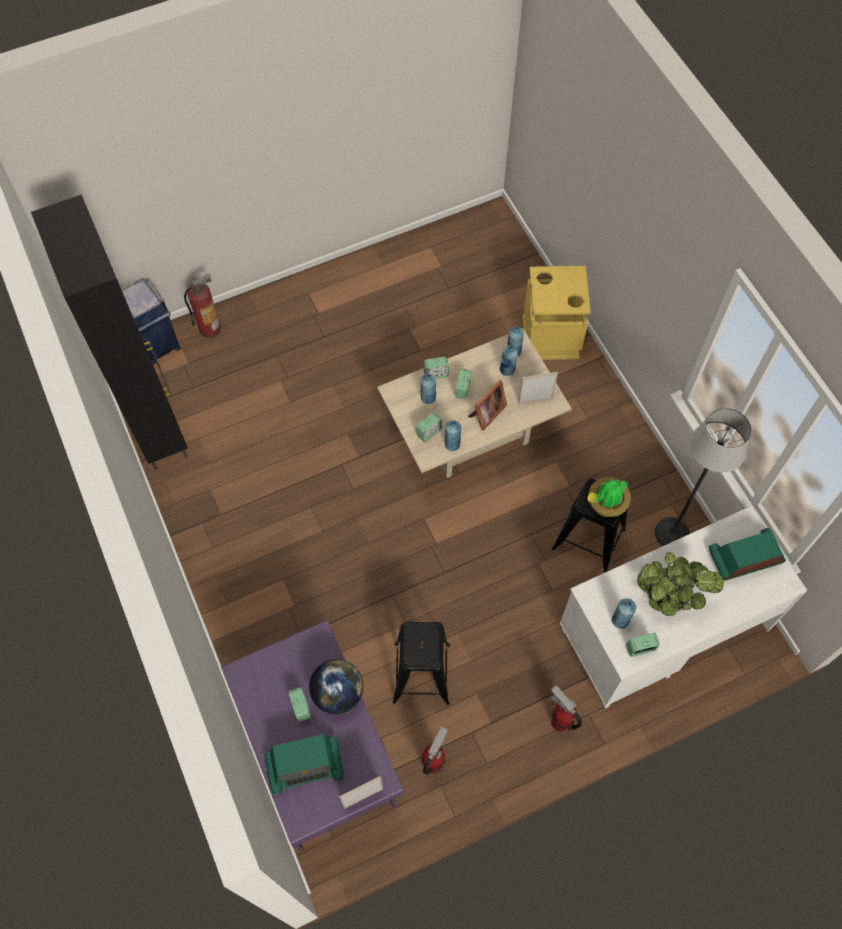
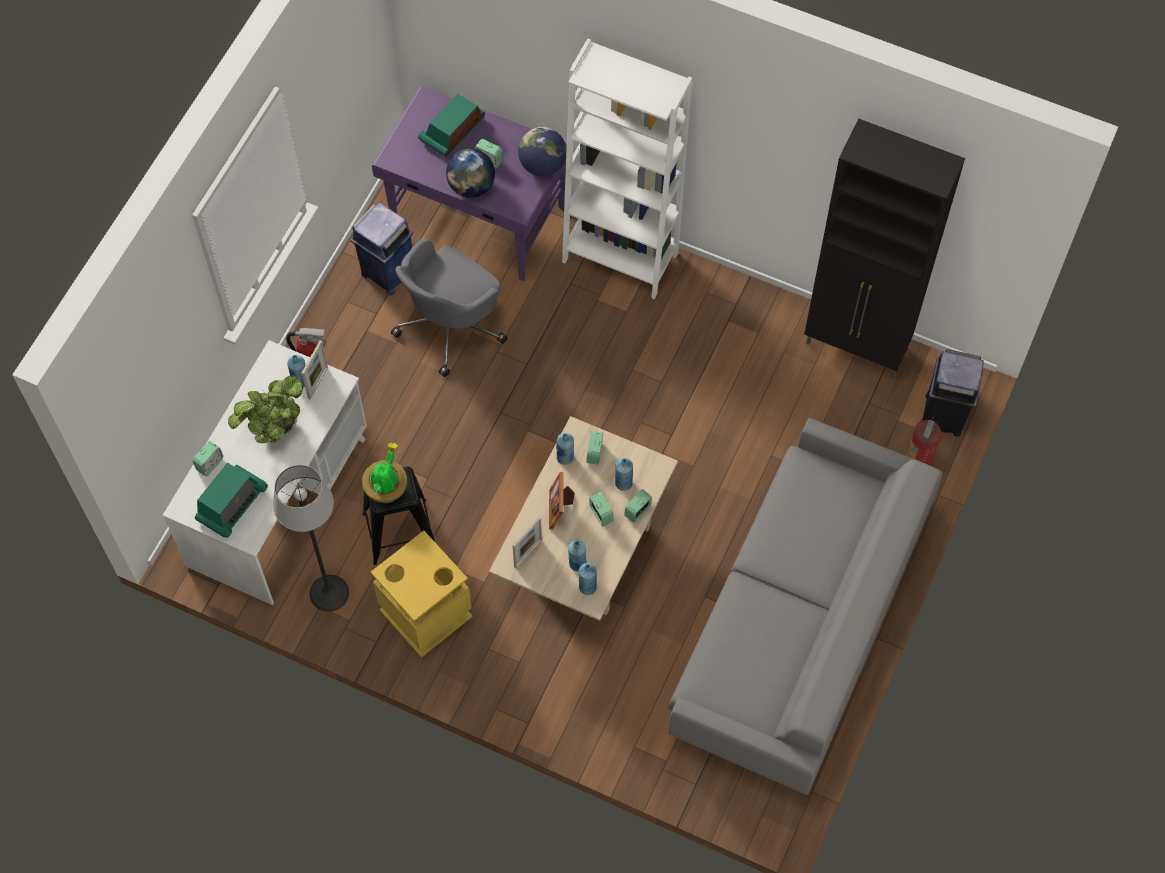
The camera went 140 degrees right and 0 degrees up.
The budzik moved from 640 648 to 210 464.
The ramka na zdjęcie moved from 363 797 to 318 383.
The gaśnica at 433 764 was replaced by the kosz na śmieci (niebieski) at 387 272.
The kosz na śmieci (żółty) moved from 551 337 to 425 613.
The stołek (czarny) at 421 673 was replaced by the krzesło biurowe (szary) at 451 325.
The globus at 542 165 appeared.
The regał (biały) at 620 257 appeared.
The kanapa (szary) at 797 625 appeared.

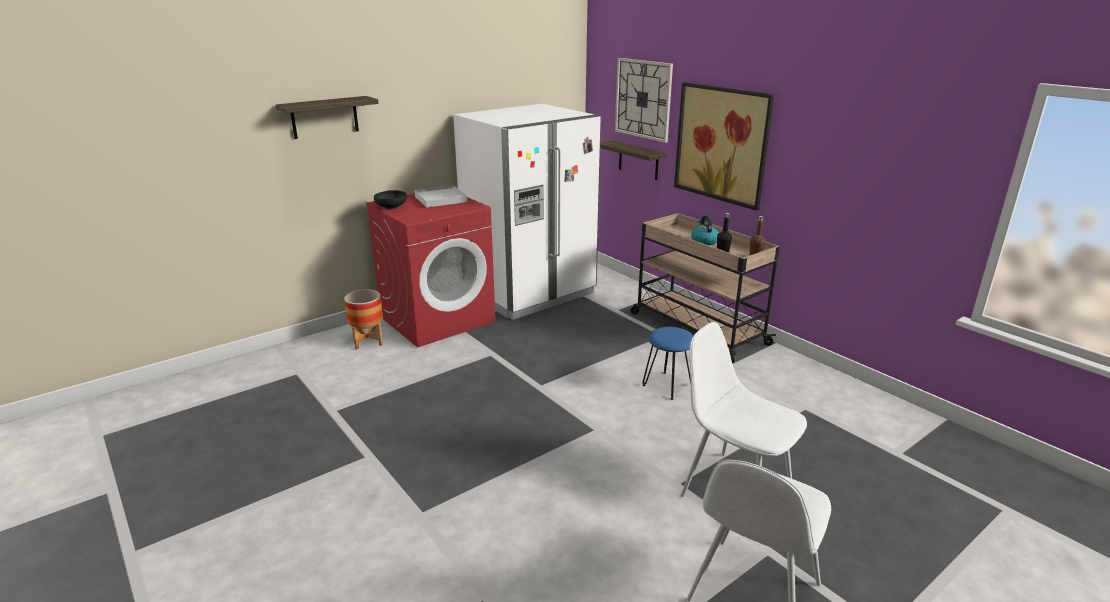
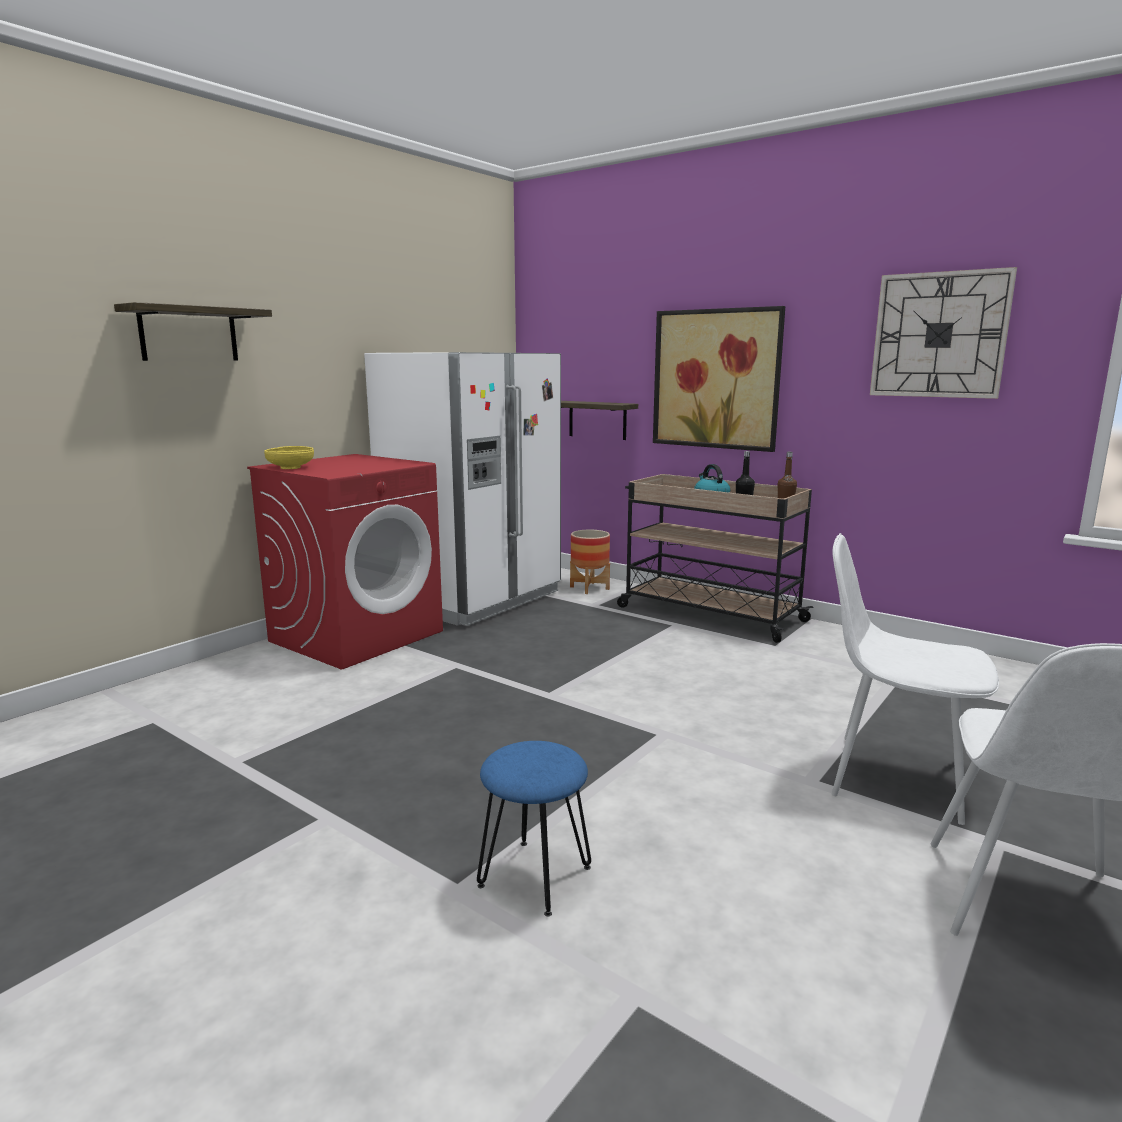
The camera went 15 degrees left and 10 degrees down.
The miska (czarny) at 391 207 became the miska (żółty) at 291 468.
The stołek (niebieski) moved from 667 385 to 534 876.
The donica moved from 368 341 to 589 588.
The zegar ścienny moved from 643 99 to 939 335.
The taca (biały) at 440 199 disappeared.

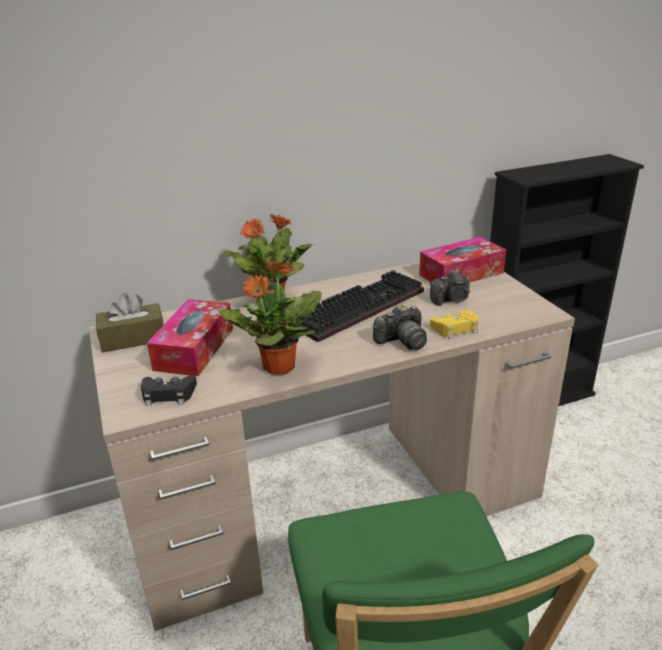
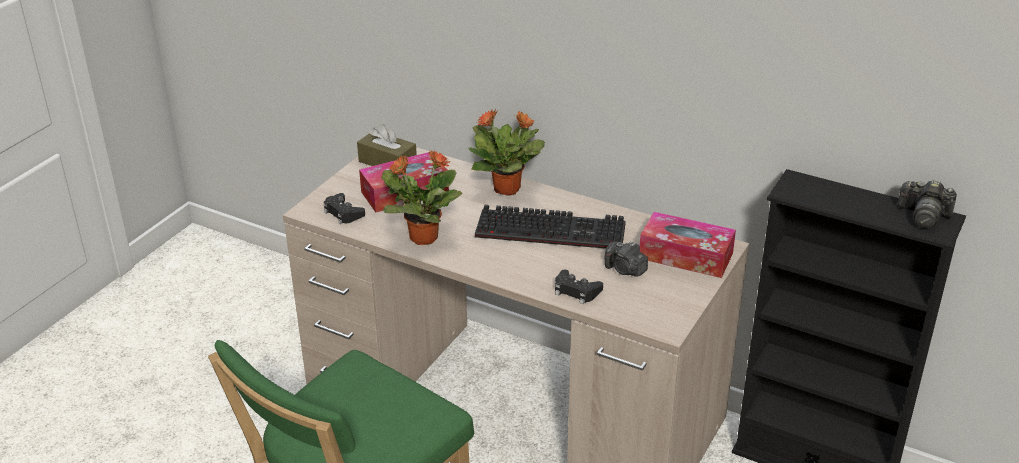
The camera went 50 degrees right and 5 degrees up.
The pad do gier (żółty) at 455 328 became the pad do gier (czarny) at 576 291.
The aparat fotograficzny moved from 402 341 to 923 216.

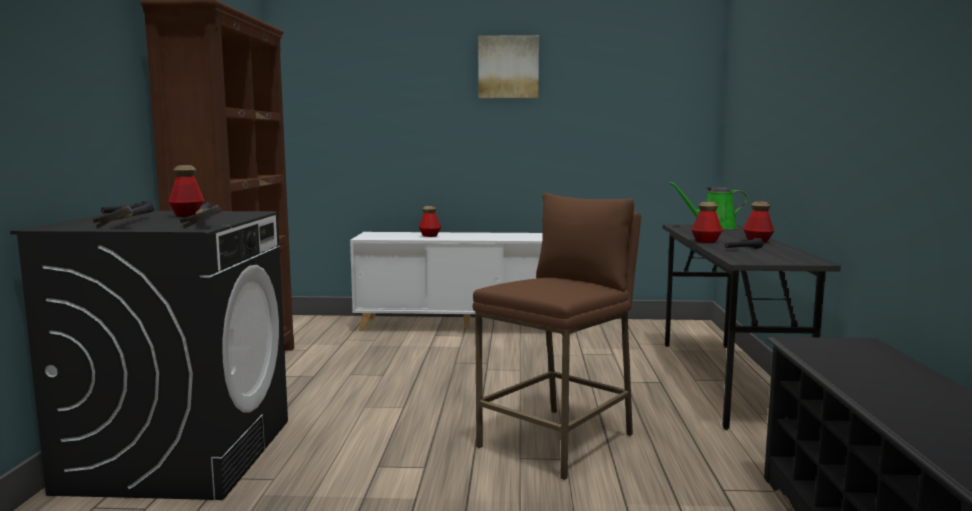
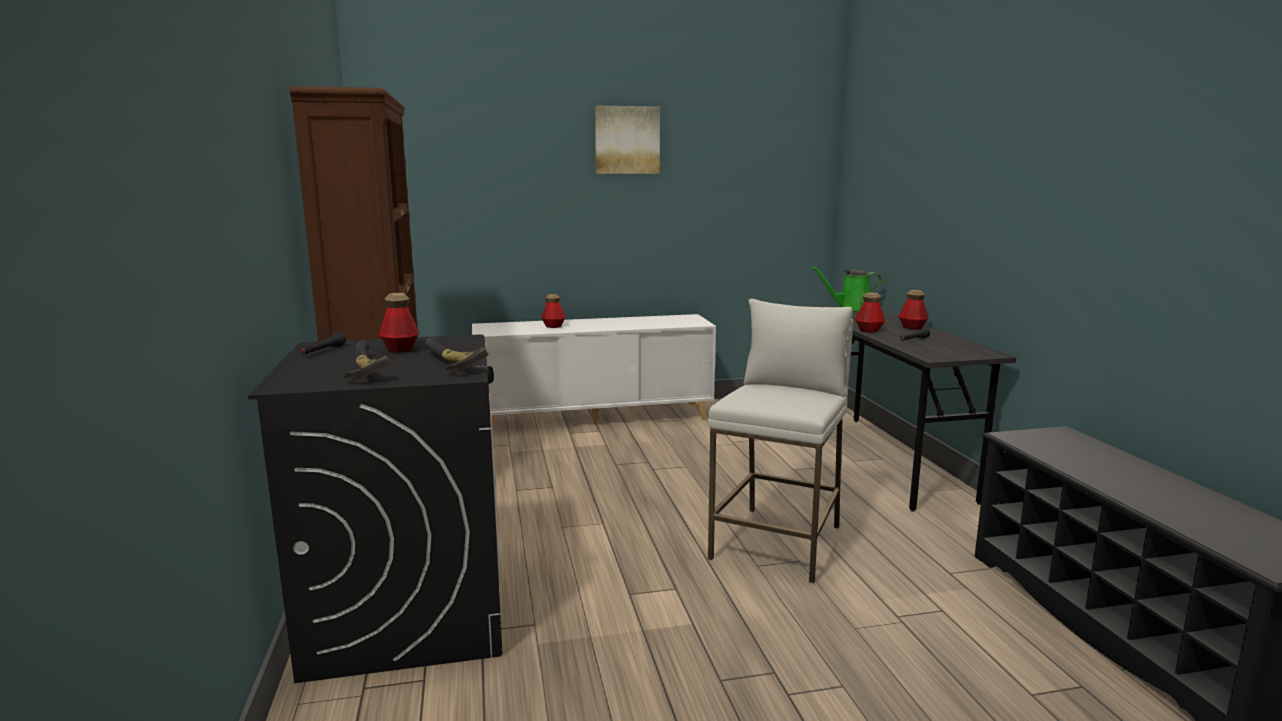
The camera went 15 degrees left and 5 degrees up.
The stołek (brązowy) at 557 441 became the stołek (biały) at 777 542.

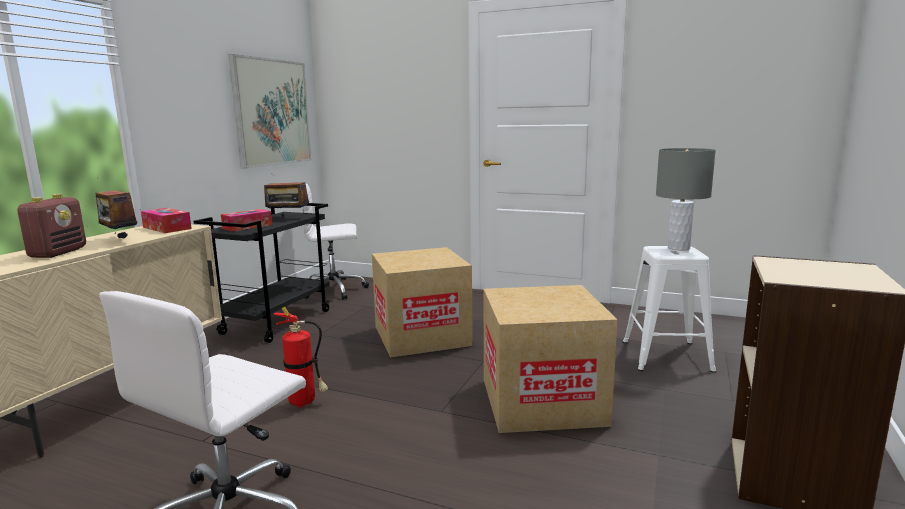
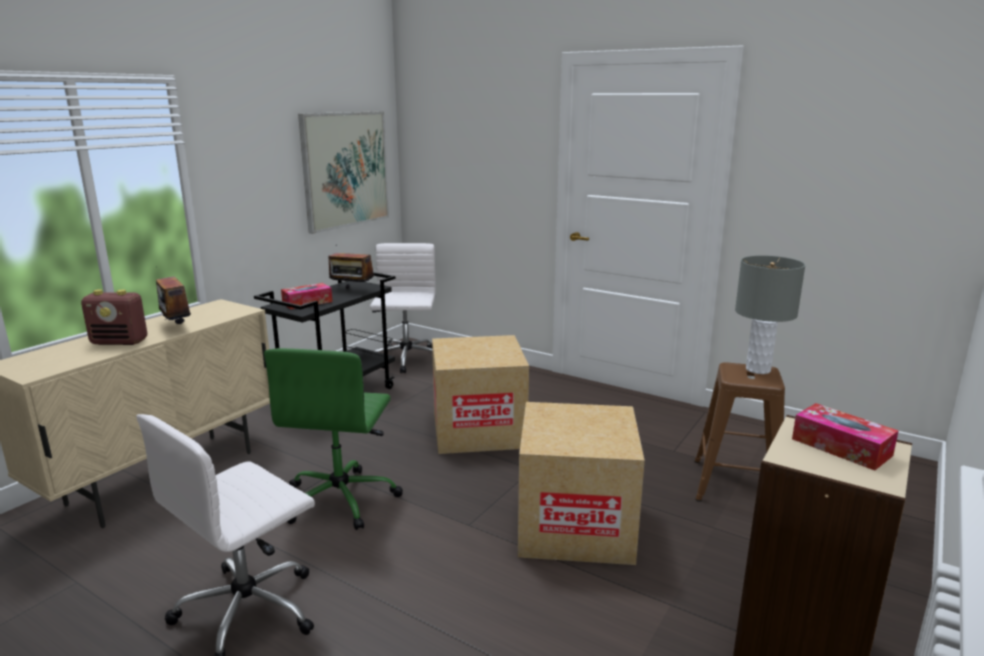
The camera went 10 degrees right and 5 degrees up.
The radio at 58 253 turned 75 degrees clockwise.
The gaśnica at 305 403 was replaced by the krzesło biurowe (zielony) at 341 499.
The krzesło biurowe (biały) at 335 289 turned 90 degrees clockwise.
The stołek (biały) at 665 355 became the stołek (brązowy) at 734 484.
The pudełko chusteczek moved from 167 228 to 841 447.

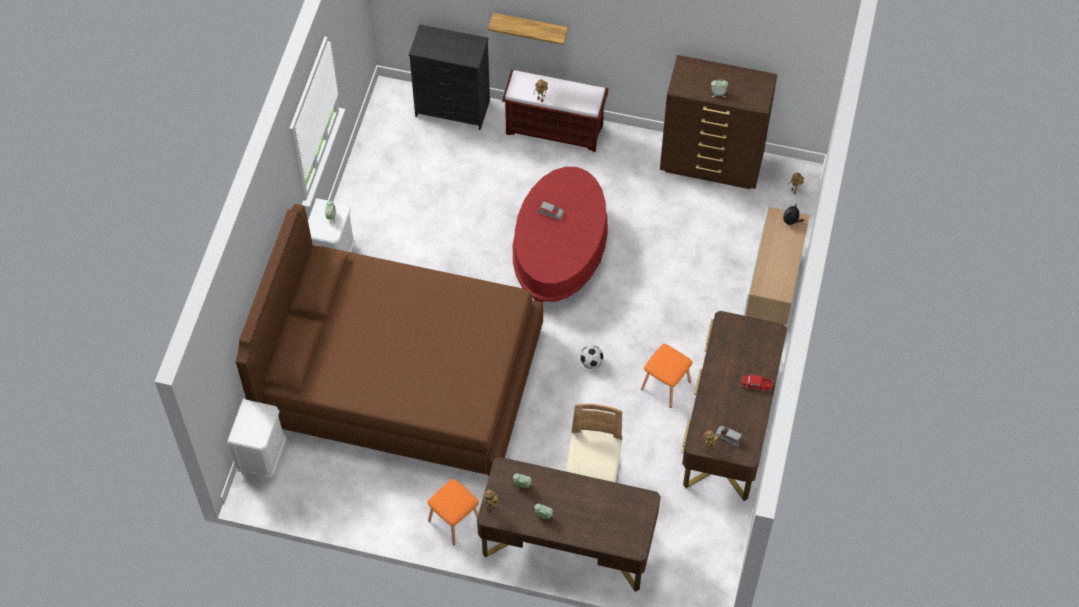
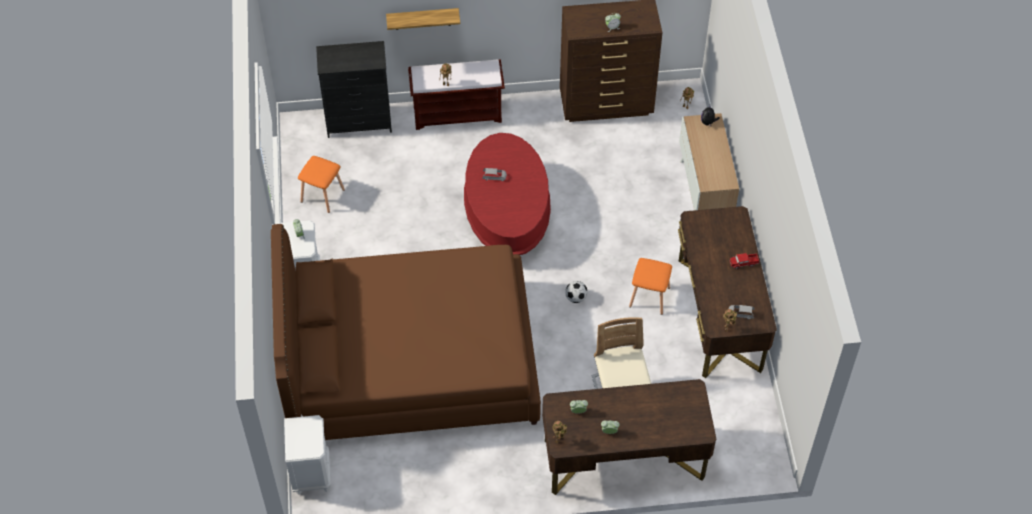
The camera went 20 degrees left and 5 degrees down.
The stołek (pomarańczowy) moved from 454 520 to 322 195.

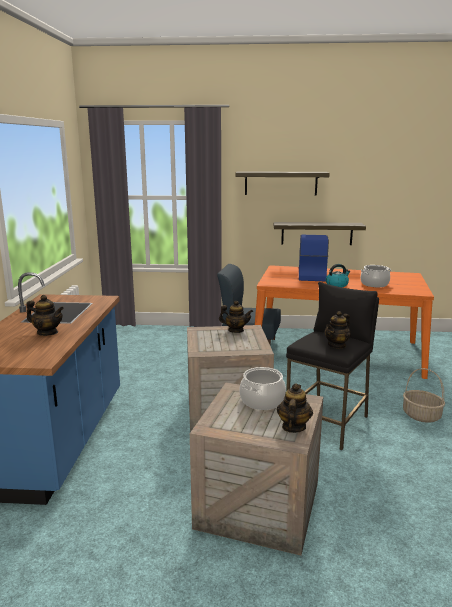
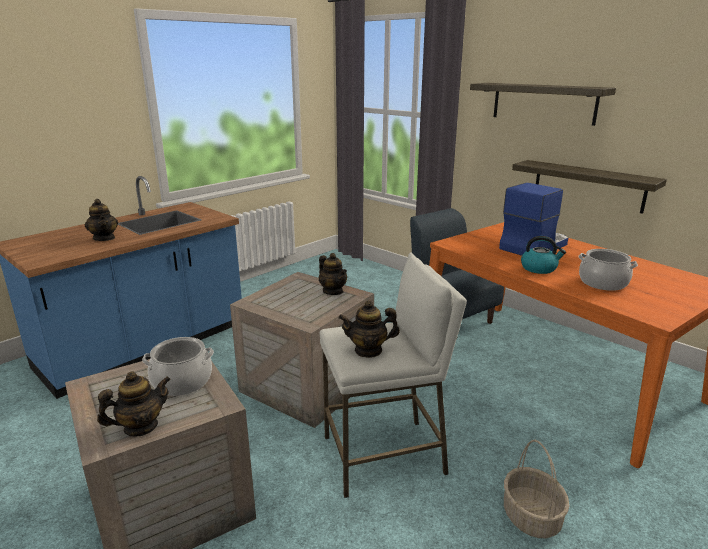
The camera went 40 degrees right and 5 degrees up.
The stołek (czarny) at 328 423 became the stołek (biały) at 384 455.

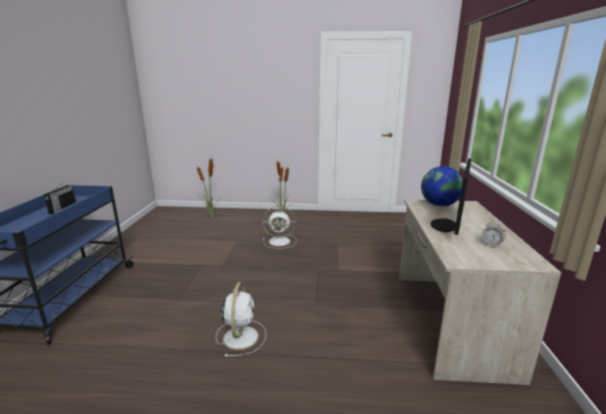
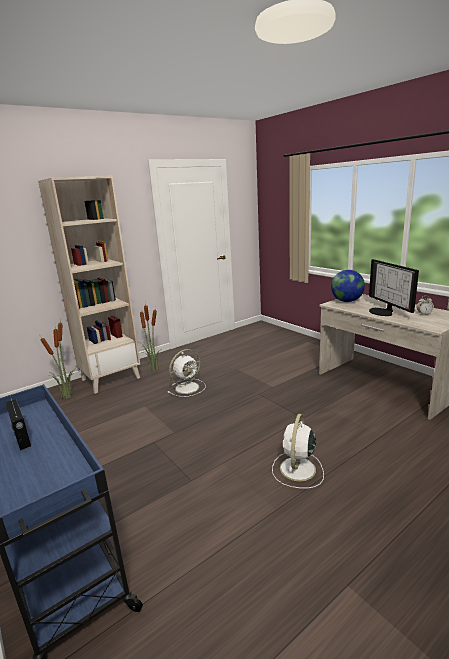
The camera went 40 degrees left and 0 degrees up.
The regał (beżowy) at 111 378 appeared.
The wentylator (biały) at 241 336 turned 120 degrees counterclockwise.

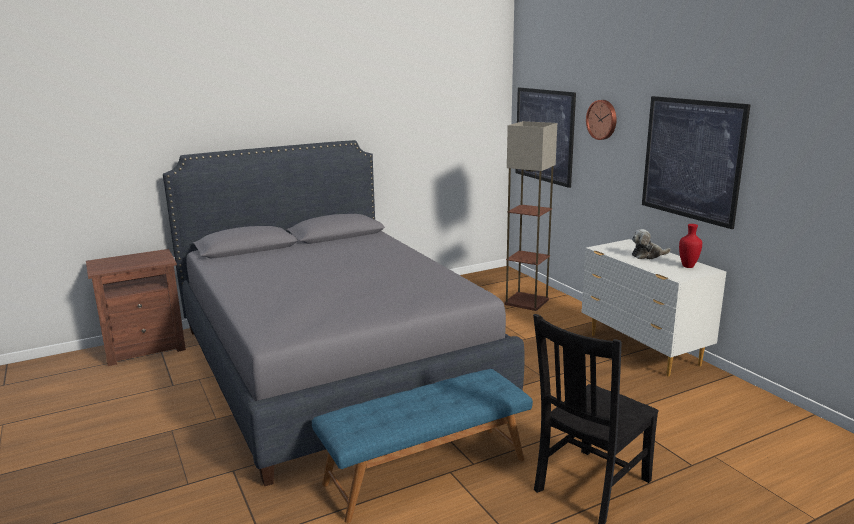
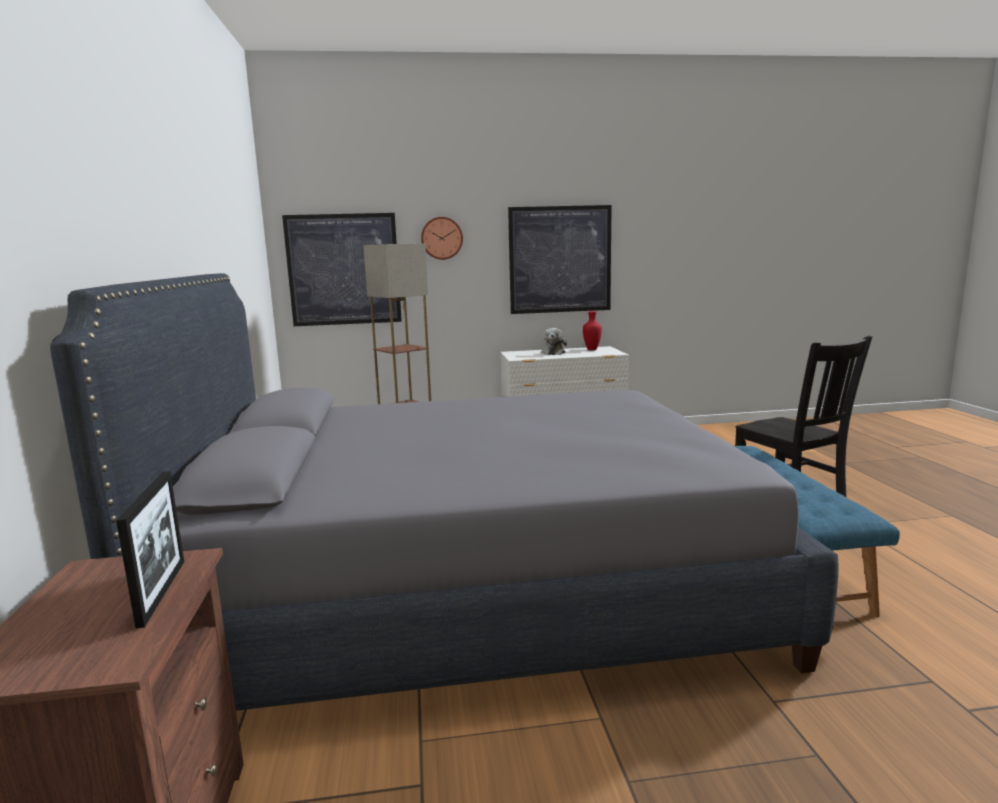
The camera went 70 degrees left and 5 degrees down.
The ramka na zdjęcie at 162 591 appeared.

